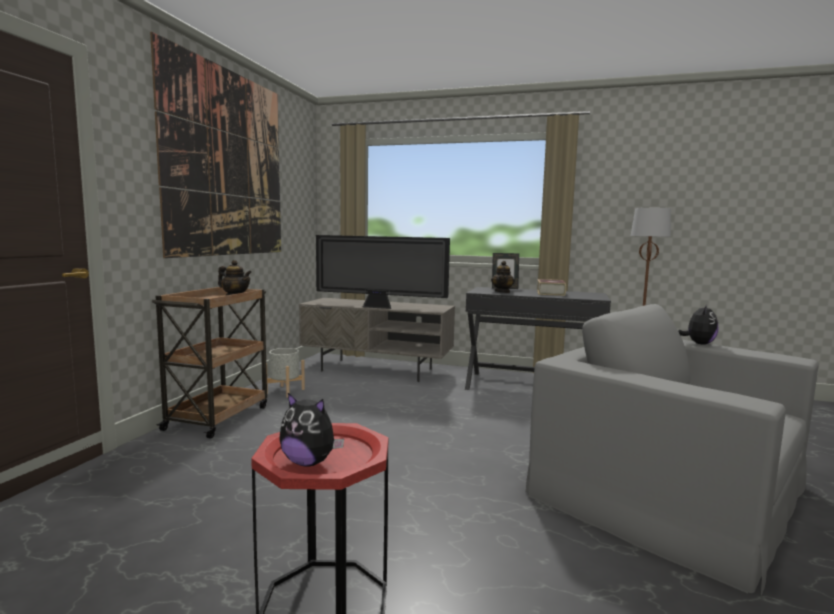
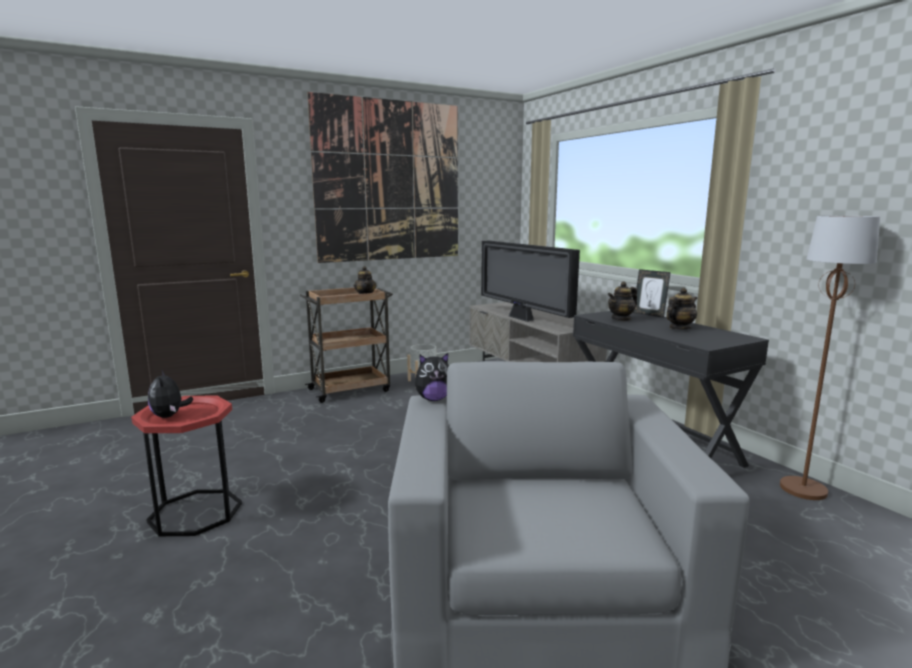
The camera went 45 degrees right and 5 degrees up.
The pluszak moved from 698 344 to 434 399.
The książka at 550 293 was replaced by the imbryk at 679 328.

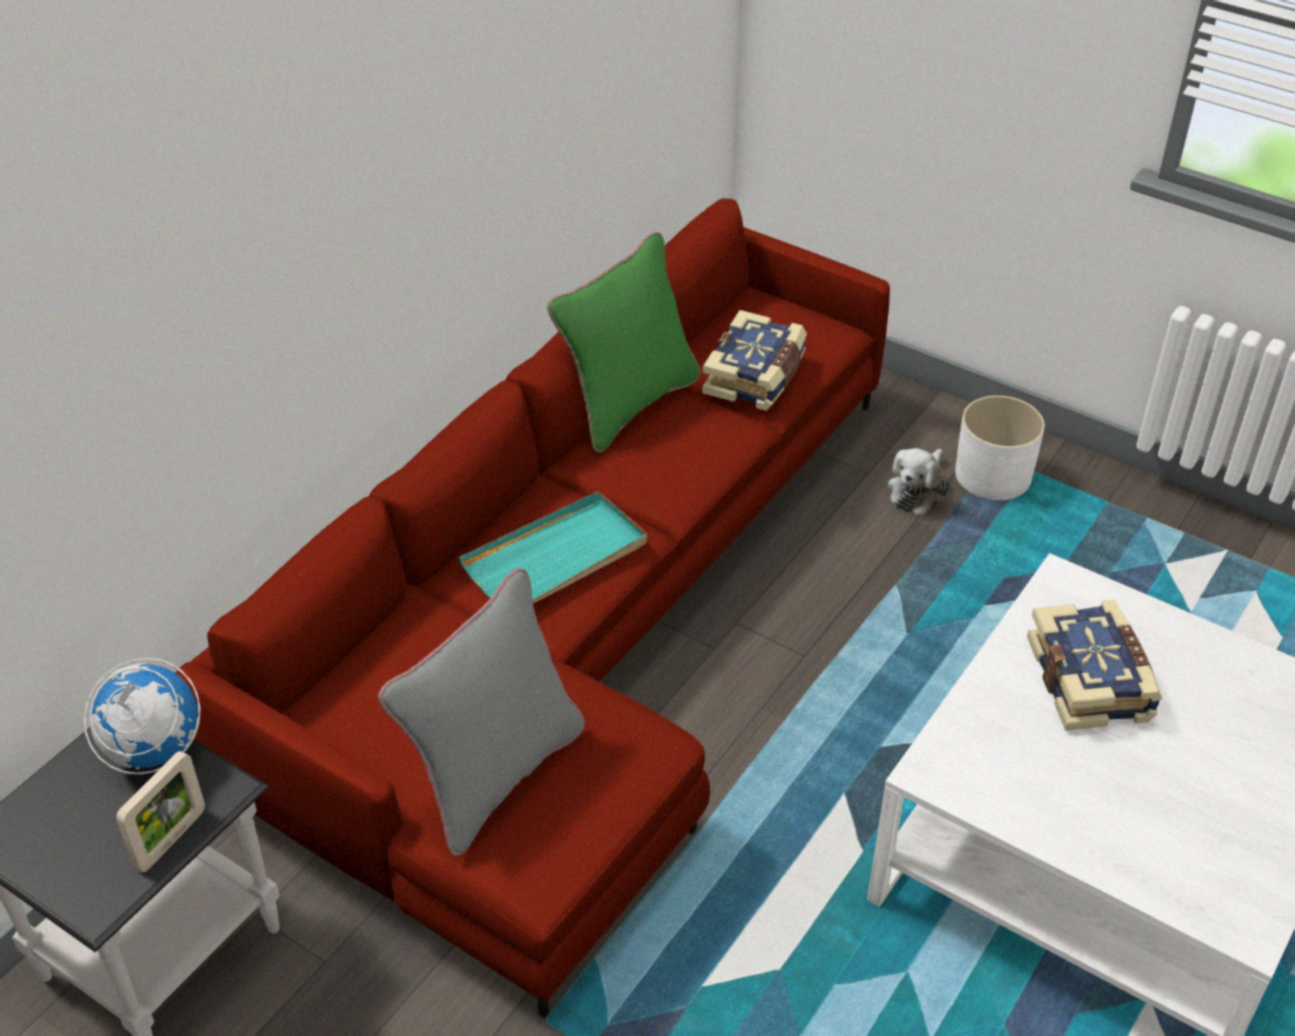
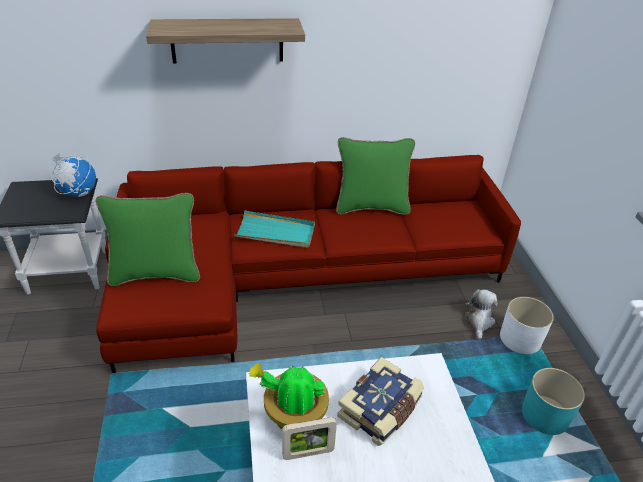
The camera went 45 degrees right and 5 degrees down.
The poduszka (szary) at 495 775 became the poduszka (zielony) at 156 273.
The półka at 227 40 appeared.
The roślina doniczkowa at 293 415 appeared.
The ramka na zdjęcie moved from 171 839 to 308 453.
The pluszak at 918 490 turned 120 degrees clockwise.
The donica (turkusowy) at 545 415 appeared.
The książka at 756 376 disappeared.

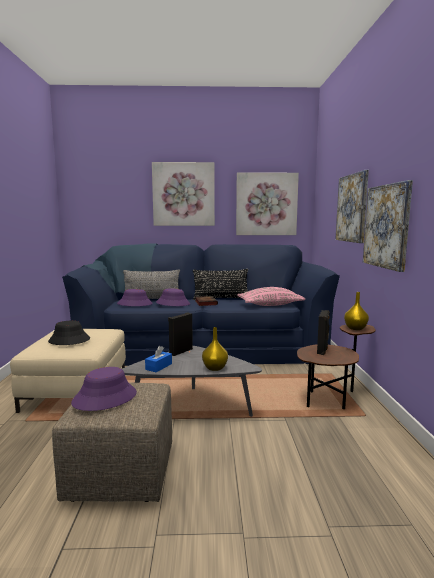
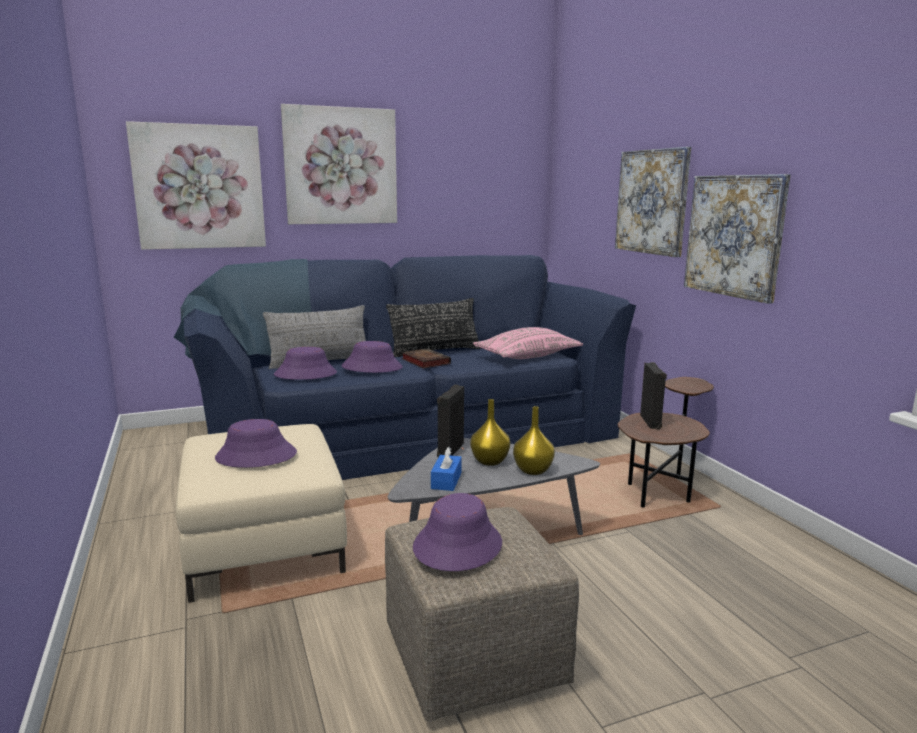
The camera went 20 degrees left and 5 degrees up.
The obraz moved from 266 204 to 199 187.
The kapelusz (czarny) at 69 340 became the kapelusz (fioletowy) at 256 456.
The wazon (żółty) moved from 355 328 to 489 461.

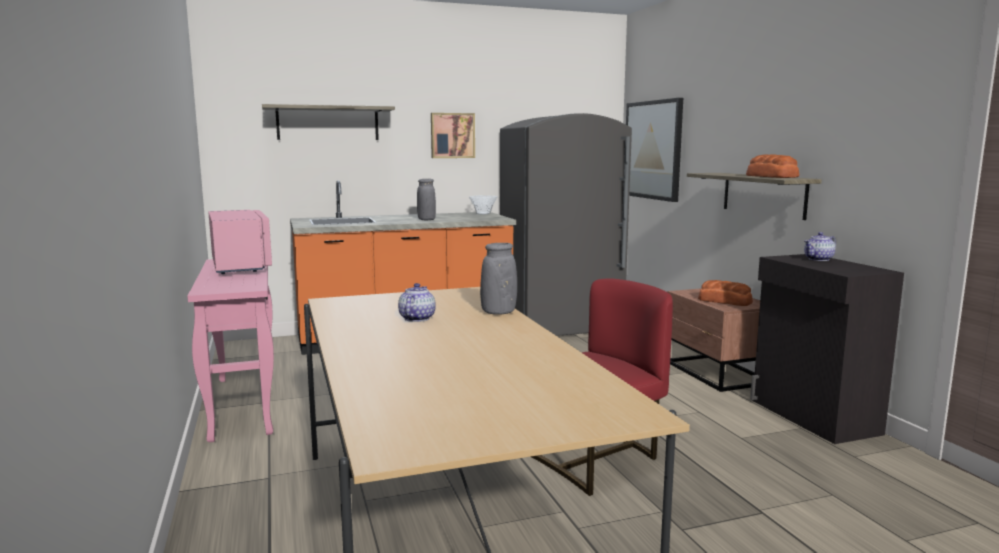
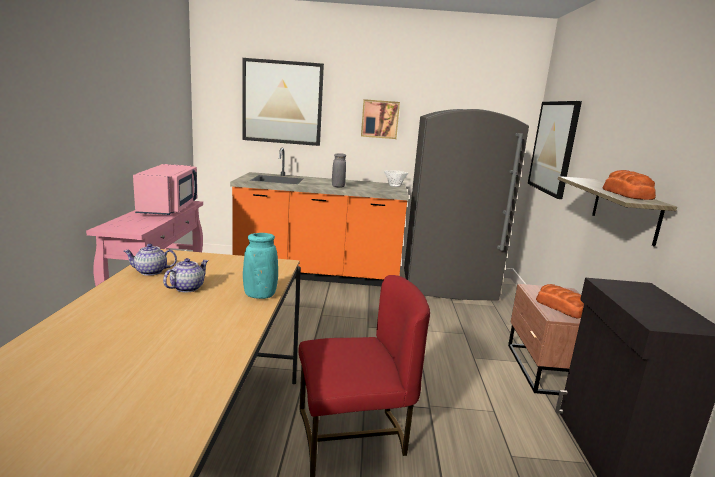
The camera went 20 degrees right and 5 degrees up.
The imbryk moved from 818 259 to 150 272.
The półka at 328 123 was replaced by the obraz at 282 102.
The wazon (szary) at 498 312 became the wazon (turkusowy) at 260 295.

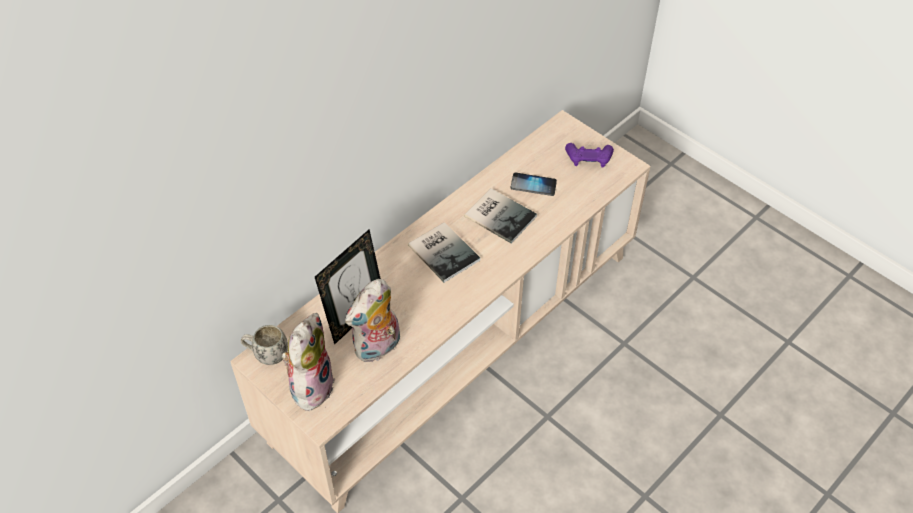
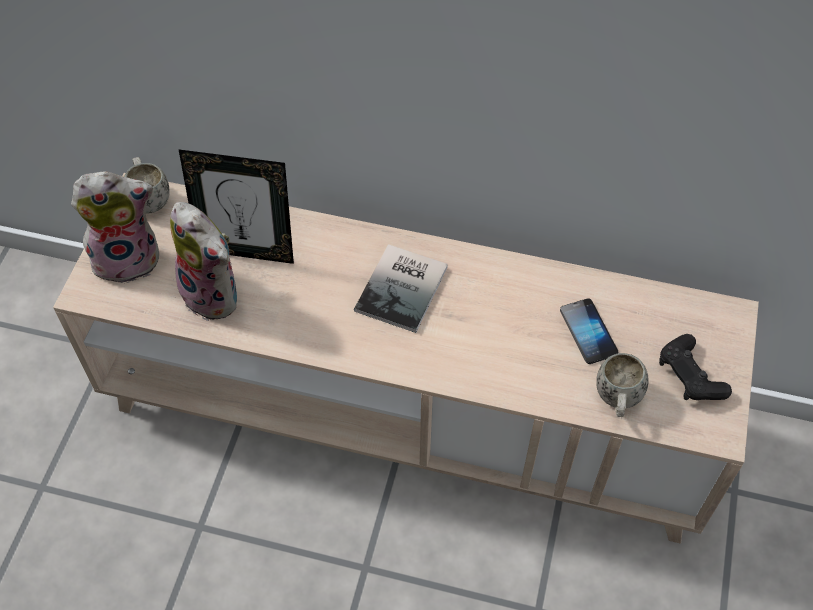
The camera went 60 degrees right and 5 degrees up.
The pluszak at 378 348 turned 150 degrees counterclockwise.
The kubek (biały) at 617 401 appeared.
The pad do gier (fioletowy) at 588 159 became the pad do gier (czarny) at 690 376.
The książka at 500 214 disappeared.

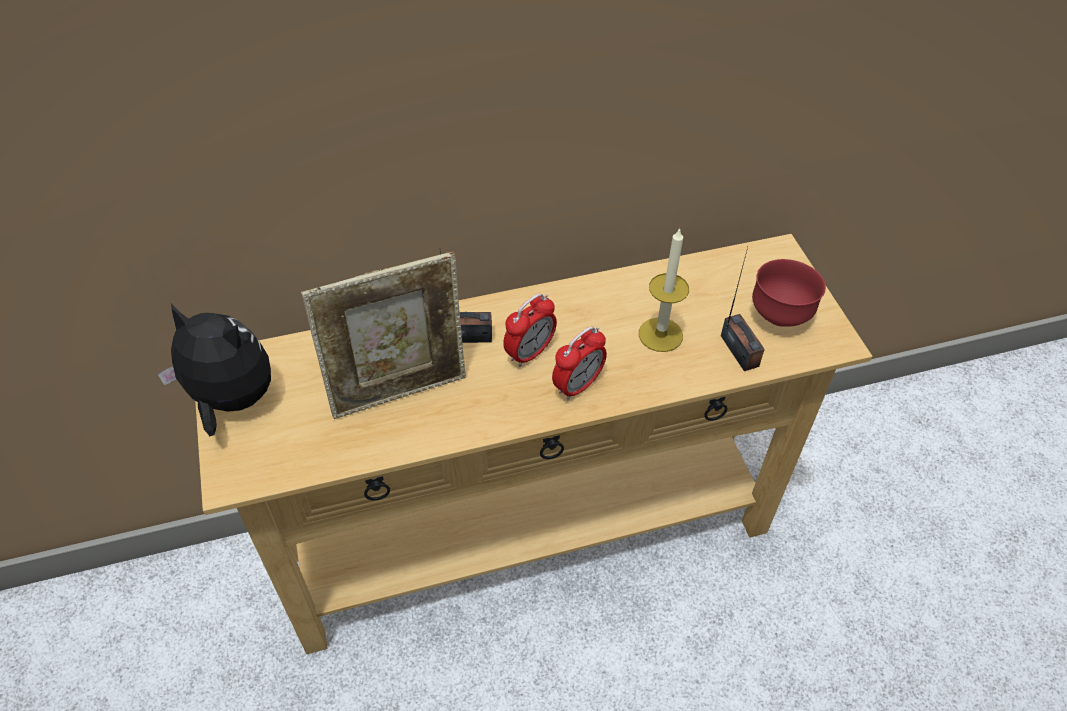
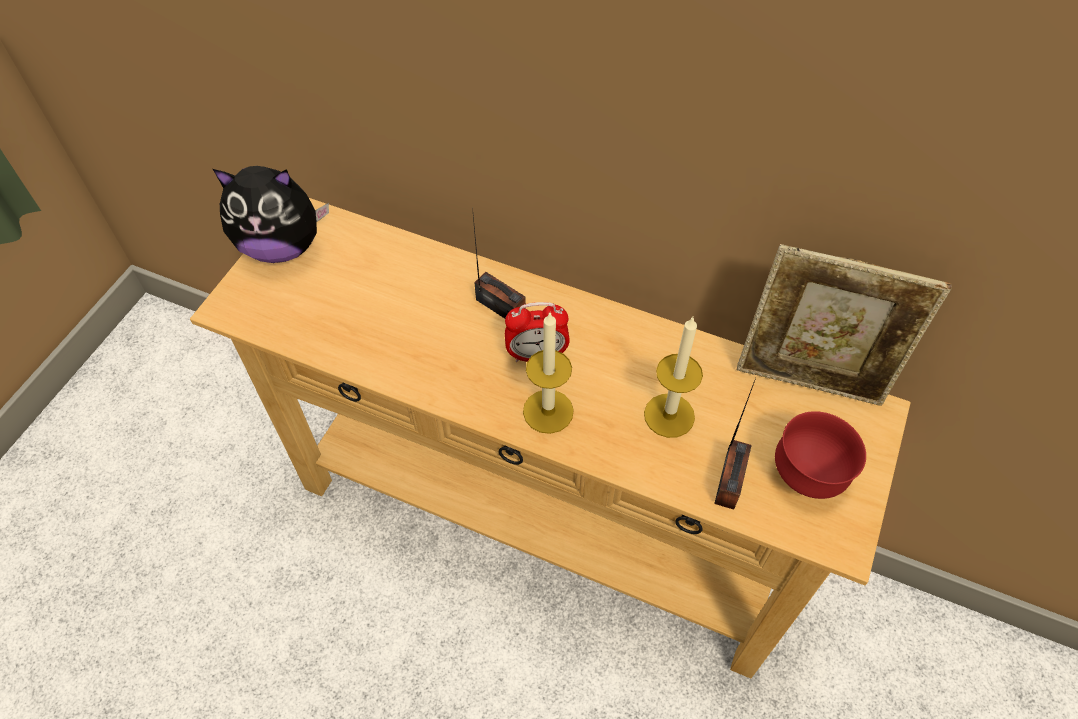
The camera went 40 degrees right and 5 degrees up.
The pluszak at 230 401 turned 120 degrees clockwise.
The budzik at 578 385 was replaced by the świeca at 548 411.
The ramka na zdjęcie moved from 399 391 to 810 381.

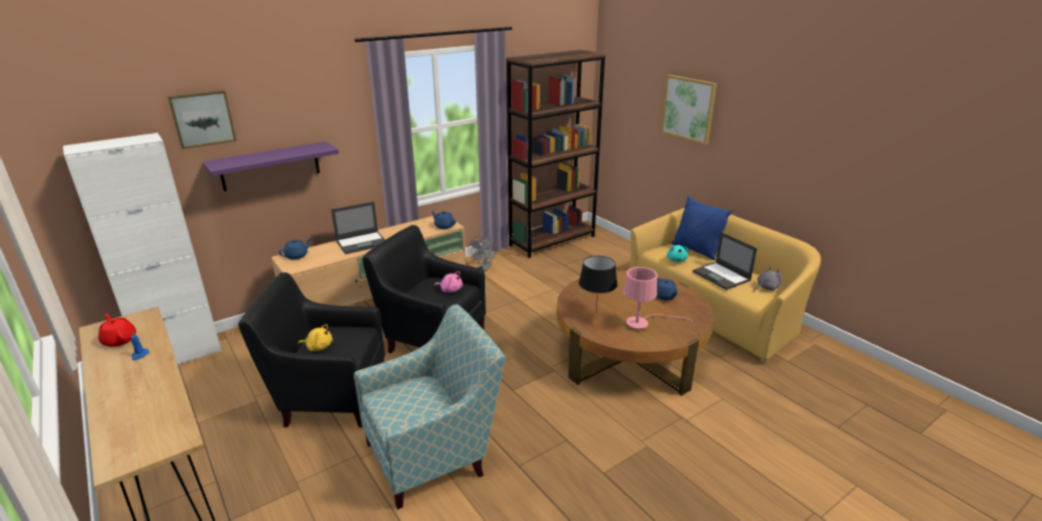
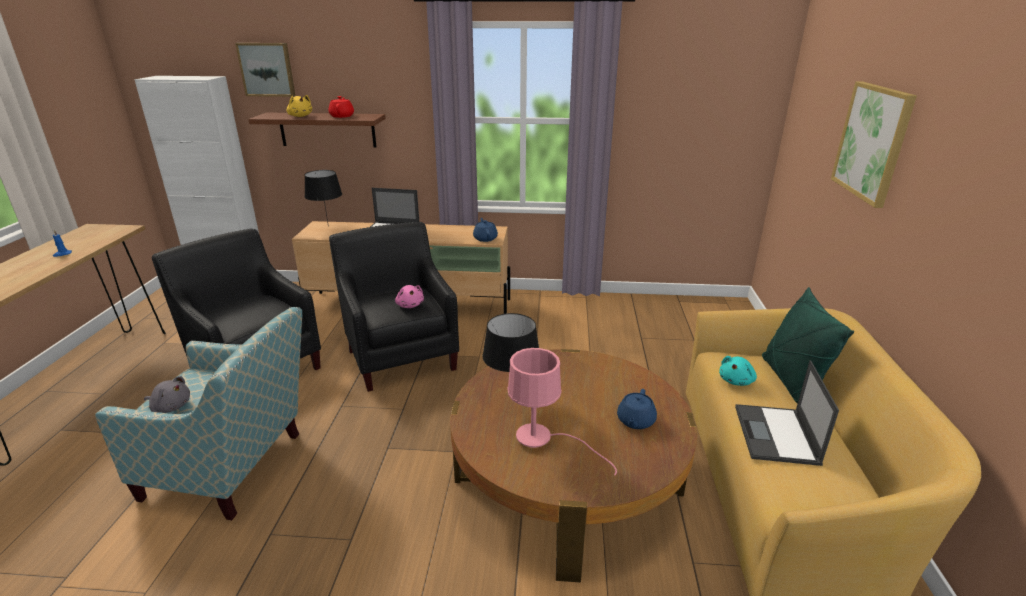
The camera went 40 degrees right and 0 degrees up.
The pluszak (szary) moved from 766 288 to 171 406.
The półka (fioletowy) at 270 166 became the półka (brązowy) at 327 130.
The pluszak (żółty) moved from 318 347 to 300 116.
The imbryk (niebieski) at 297 256 was replaced by the lampa stołowa (czarny) at 328 226.
The imbryk (czerwony) moved from 119 340 to 342 116.
The poduszka (niebieski) at 696 250 became the poduszka (zielony) at 790 380.
The wentylator (szary) at 484 268 disappeared.
The regał (brązowy) at 552 240 disappeared.

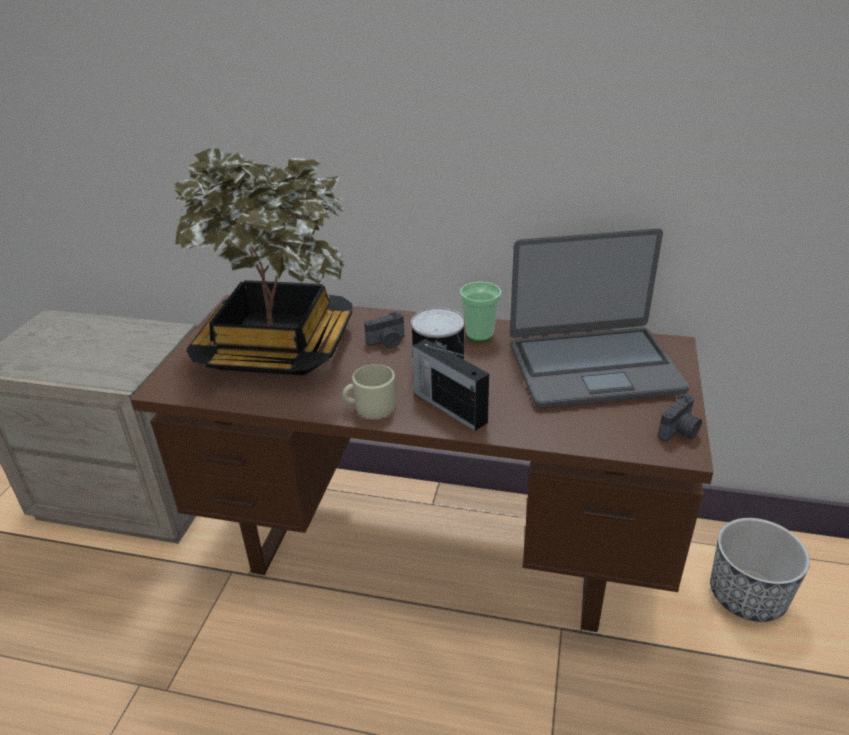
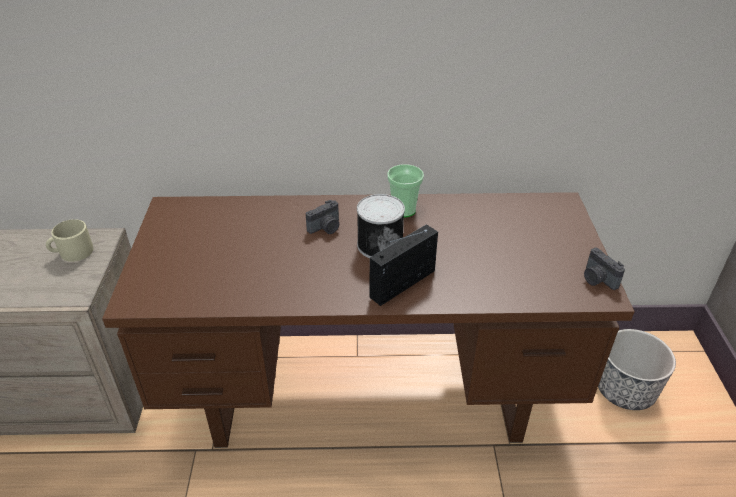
The camera went 15 degrees left and 5 degrees up.
The kubek (beżowy) moved from 370 406 to 72 252.
The radio at 449 406 turned 105 degrees clockwise.
The aparat fotograficzny at 680 432 turned 120 degrees clockwise.
The roślina doniczkowa at 276 350 disappeared.
The laptop at 593 367 disappeared.

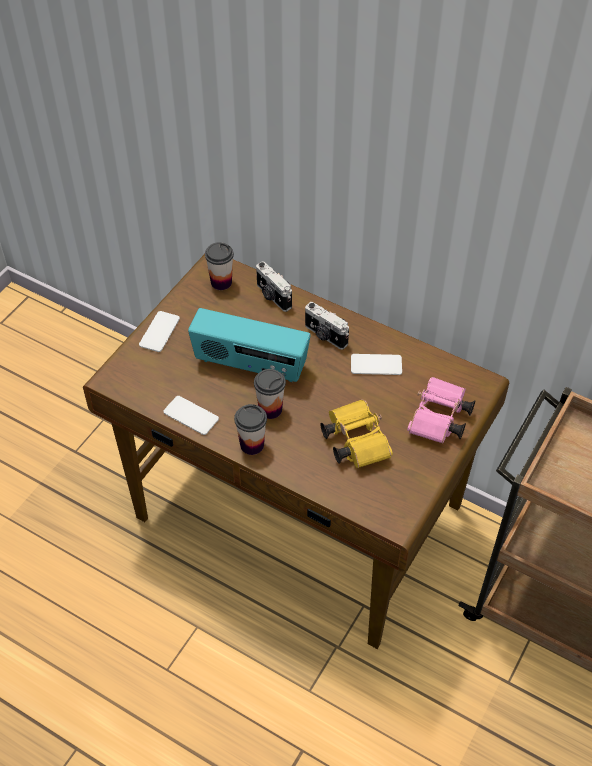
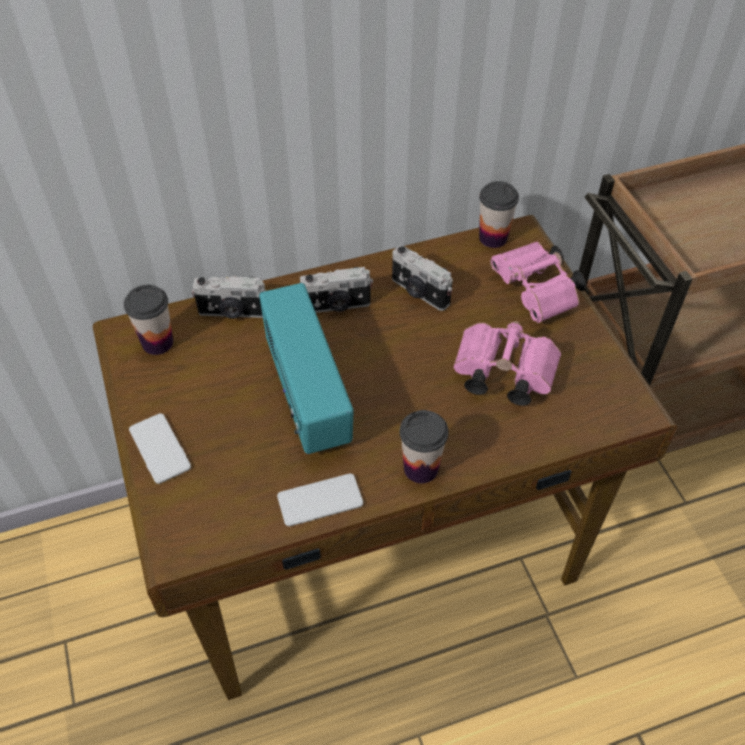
The camera went 50 degrees left and 0 degrees up.
The radio at 250 365 turned 105 degrees clockwise.
The telefon at 376 365 was replaced by the aparat fotograficzny at 419 293.
The lornetka (żółty) at 354 440 became the lornetka (różowy) at 500 374.
The filiżanka moved from 270 409 to 493 238.

